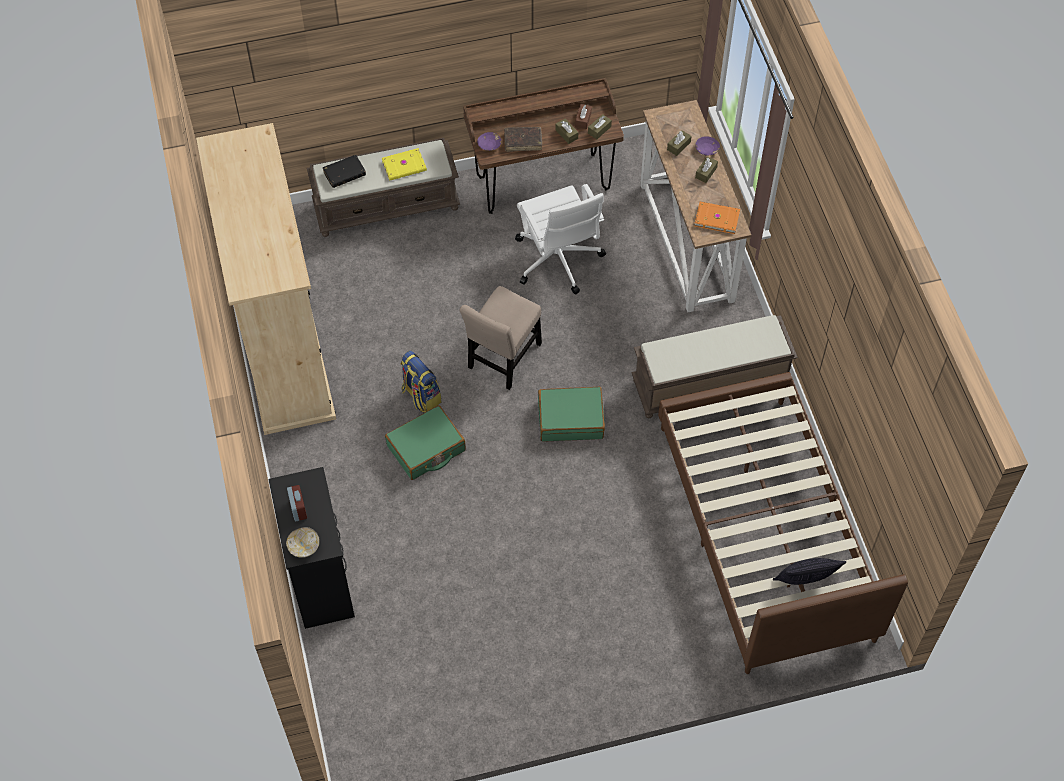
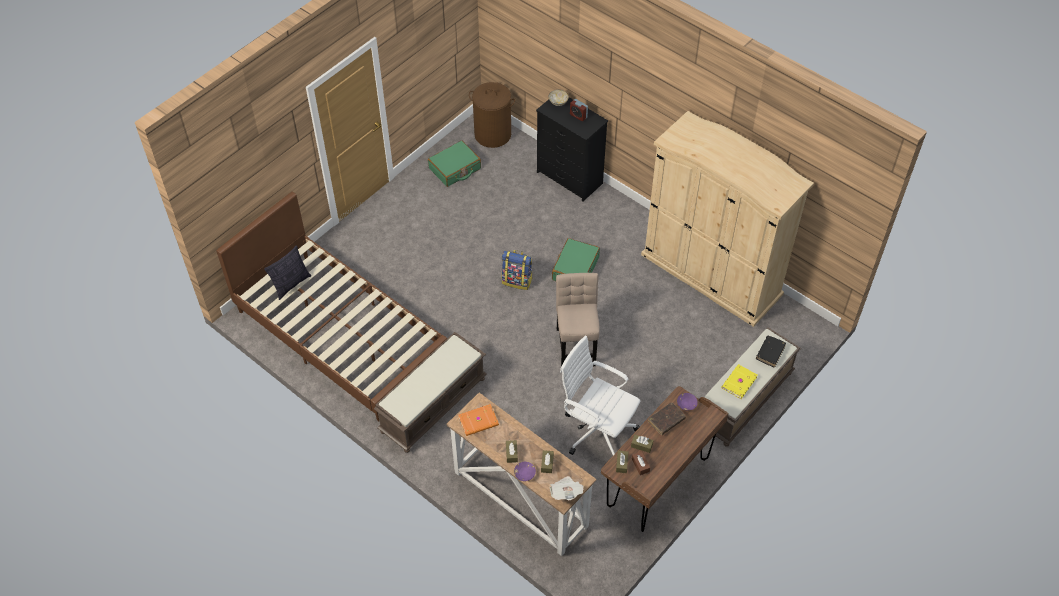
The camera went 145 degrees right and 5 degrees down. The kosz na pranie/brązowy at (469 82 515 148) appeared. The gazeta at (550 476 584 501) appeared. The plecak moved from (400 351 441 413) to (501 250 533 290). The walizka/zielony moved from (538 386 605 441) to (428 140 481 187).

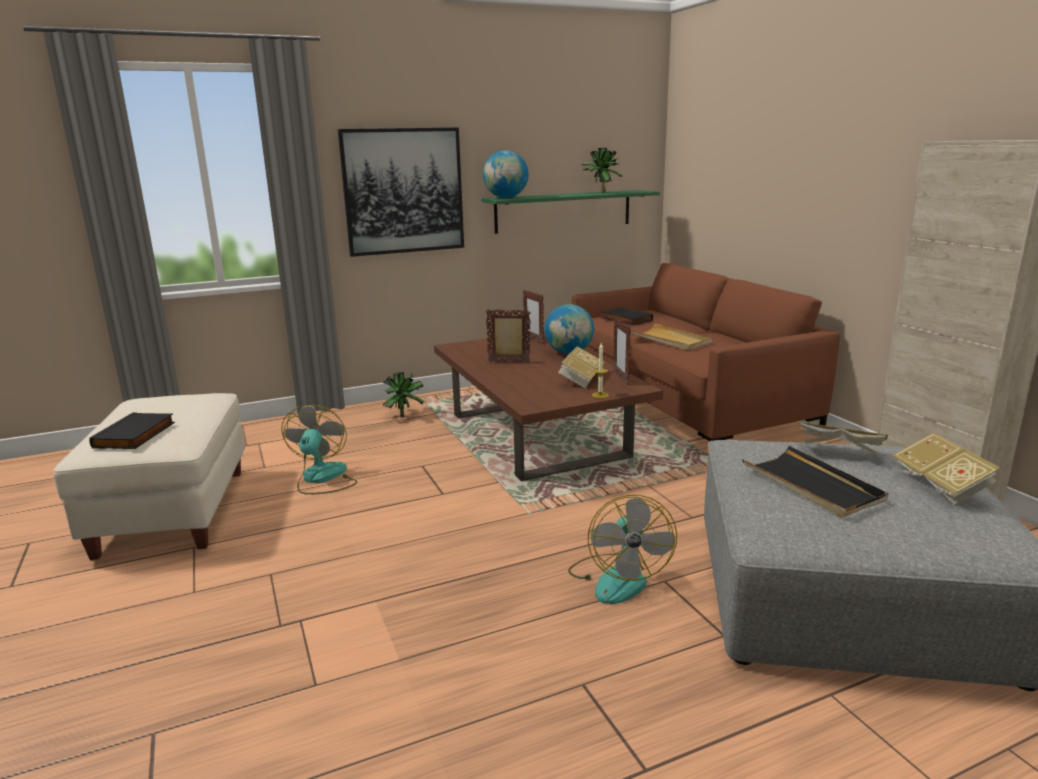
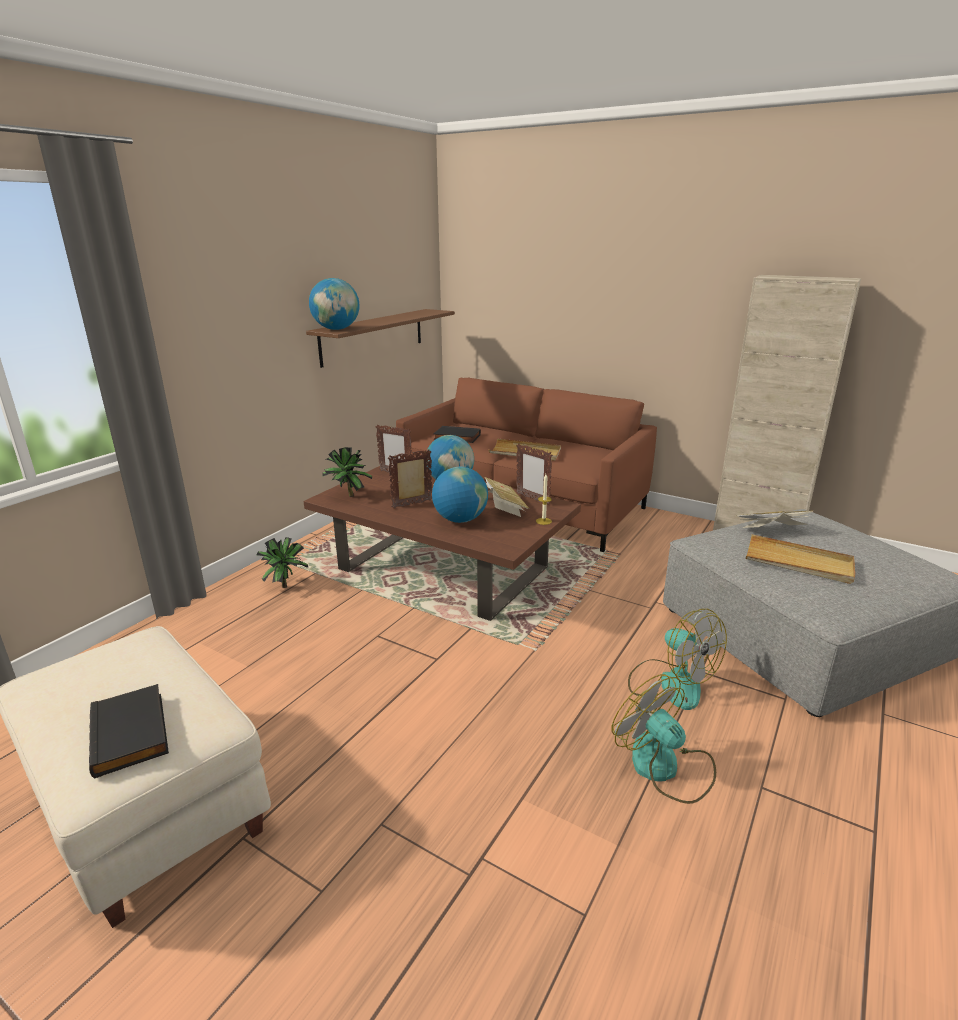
The camera went 35 degrees left and 5 degrees up. The obraz at (338 128 464 257) disappeared. The książka at (892 432 1001 505) disappeared. The globus at (432 467 488 523) appeared. The wentylator moved from (281 405 357 495) to (612 674 716 804). The roślina doniczkowa moved from (582 148 623 193) to (322 447 372 497). The półka/zielony at (481 190 660 234) became the półka/brązowy at (306 309 455 368). The taca/czarny at (742 446 889 517) became the taca/beżowy at (746 534 855 584).

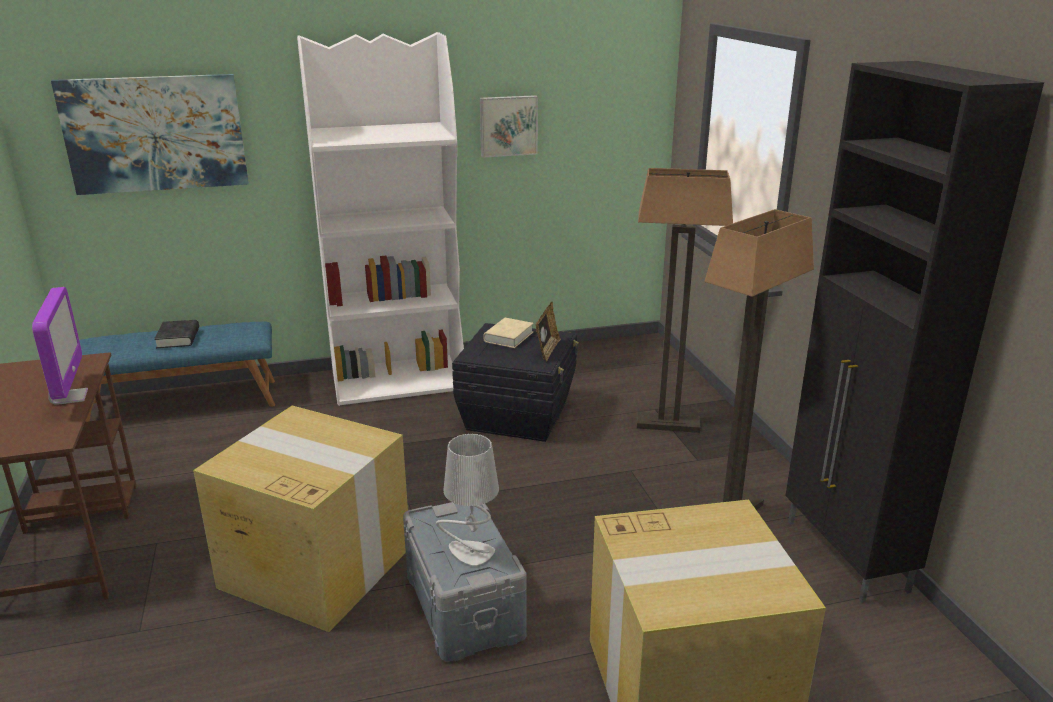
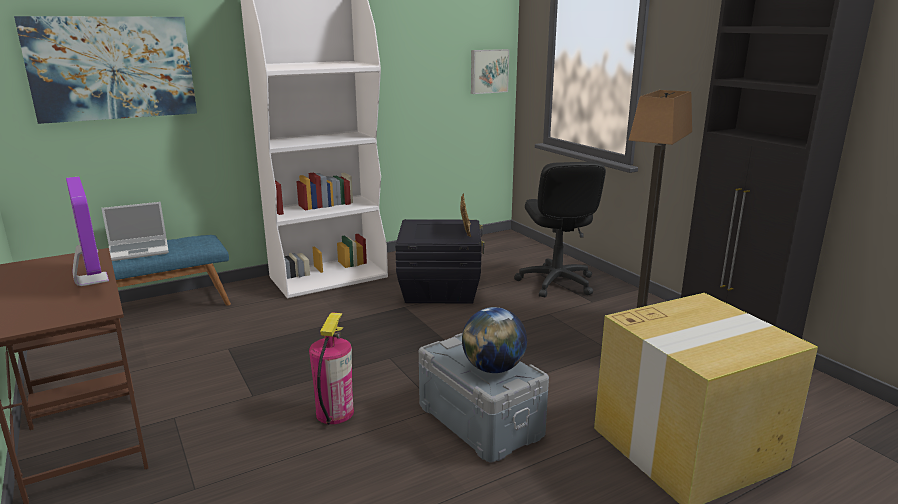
The camera went 15 degrees left and 5 degrees down. The książka/beżowy at (483 318 534 348) disappeared. The obraz moved from (480 95 538 158) to (471 49 509 94). The książka/czarny at (154 320 199 348) was replaced by the laptop at (102 202 169 261). The karton at (193 406 408 632) was replaced by the gaśnica at (309 312 354 425). The lampa stołowa/szary at (436 434 499 566) was replaced by the globus at (462 307 527 373). The lampa stojąca at (637 168 733 433) was replaced by the krzesło biurowe/czarny at (514 162 606 297).

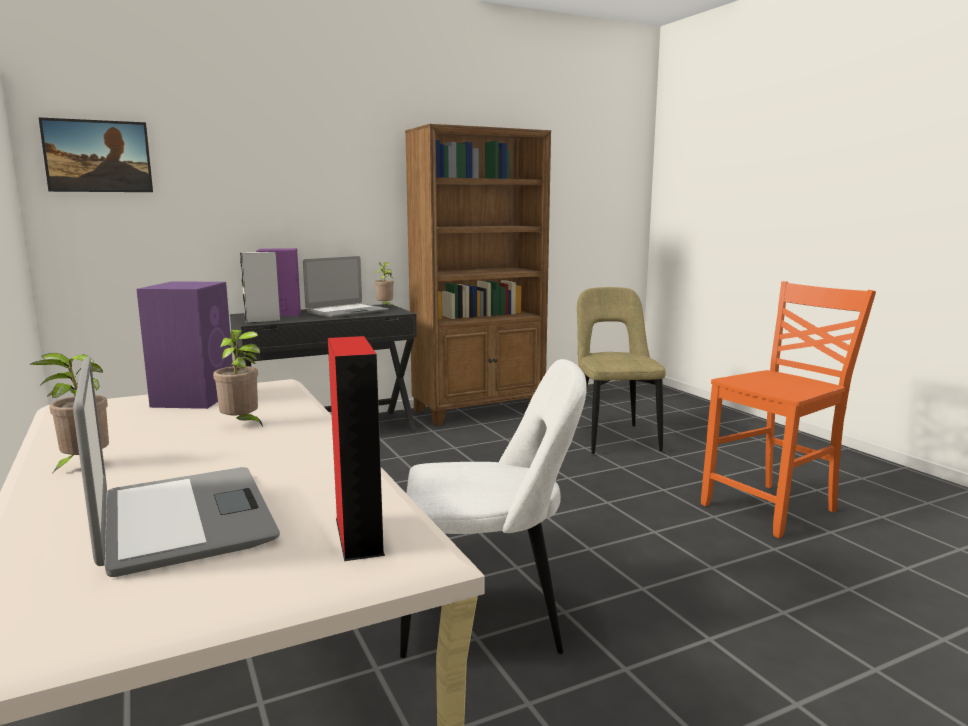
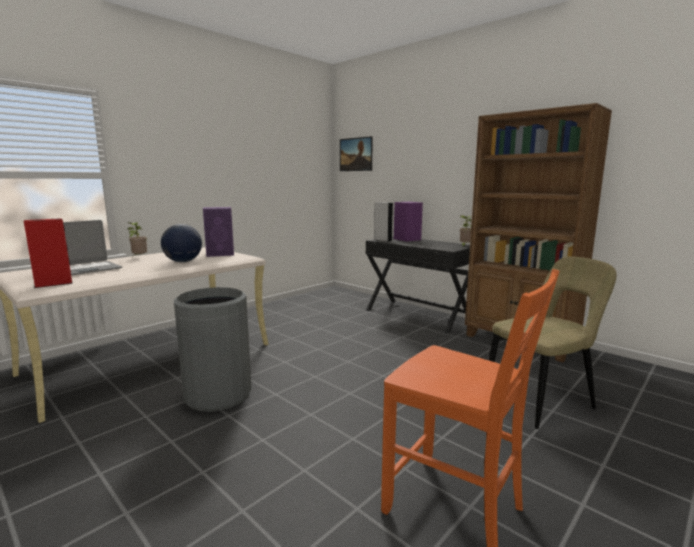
The camera went 70 degrees right and 0 degrees up. The laptop at (303 256 389 318) disappeared. The roślina doniczkowa at (213 329 263 427) was replaced by the globus at (161 224 202 262). The krzesło/biały at (400 359 587 658) was replaced by the kosz na śmieci/szary at (174 287 251 412).

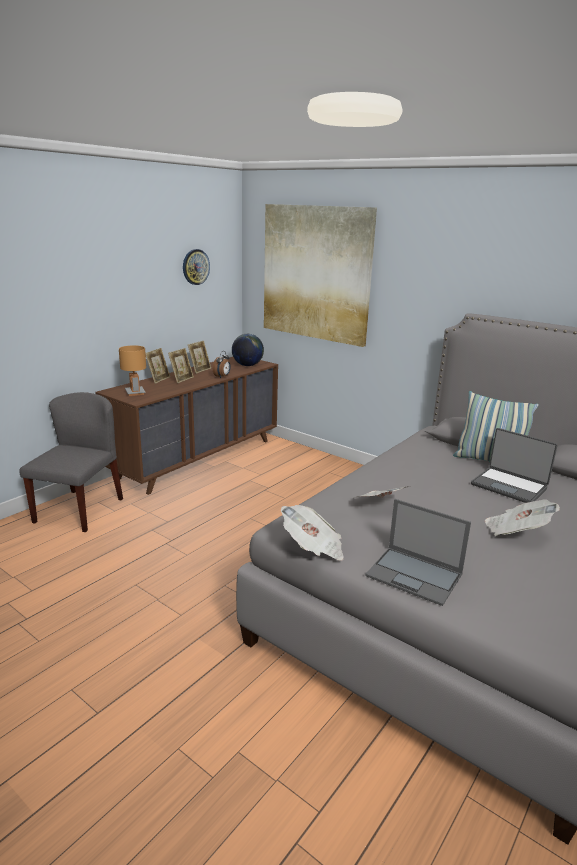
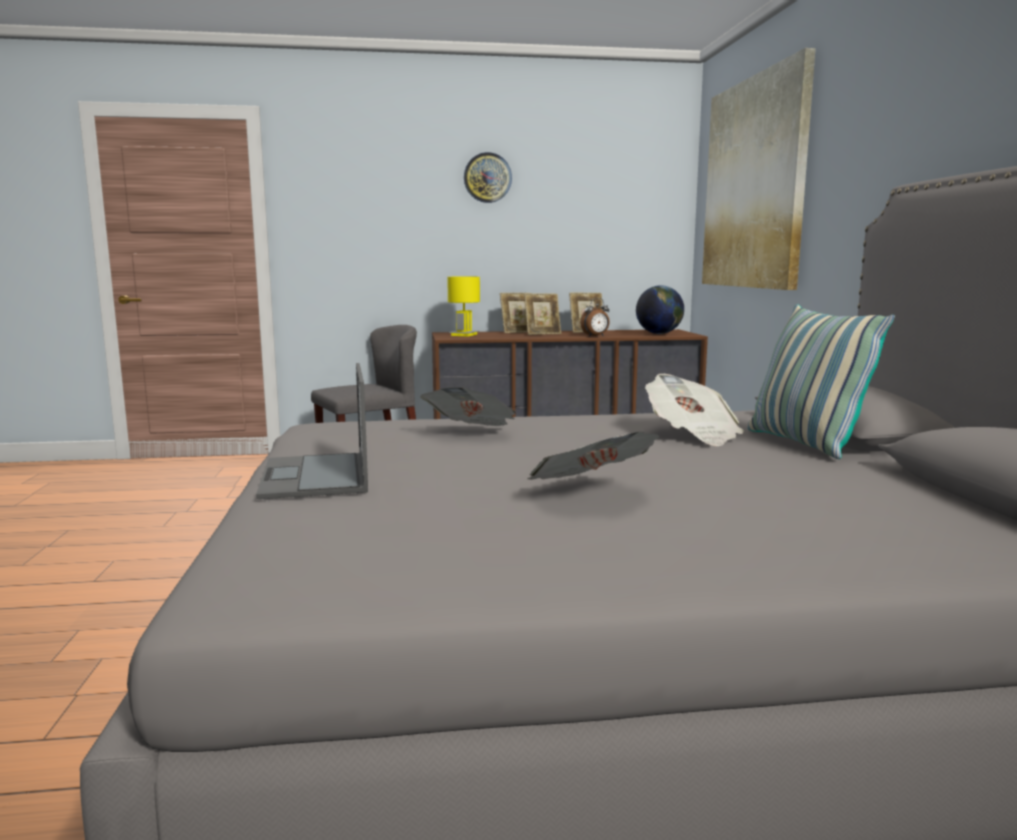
The camera went 45 degrees right and 10 degrees down. The laptop at (471 428 558 503) disappeared. The zegar ścienny moved from (183 249 210 285) to (464 152 512 203). The gazeta moved from (281 505 344 561) to (645 374 744 446). The lampa stołowa/brązowy at (119 345 146 396) became the lampa stołowa/żółty at (447 276 480 336).

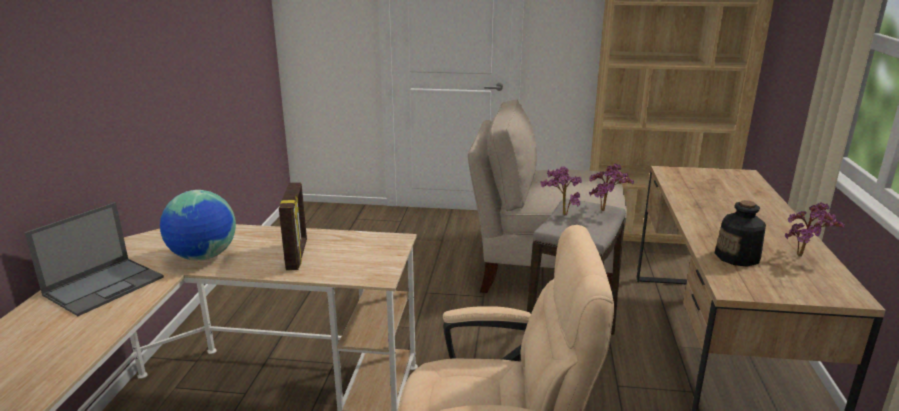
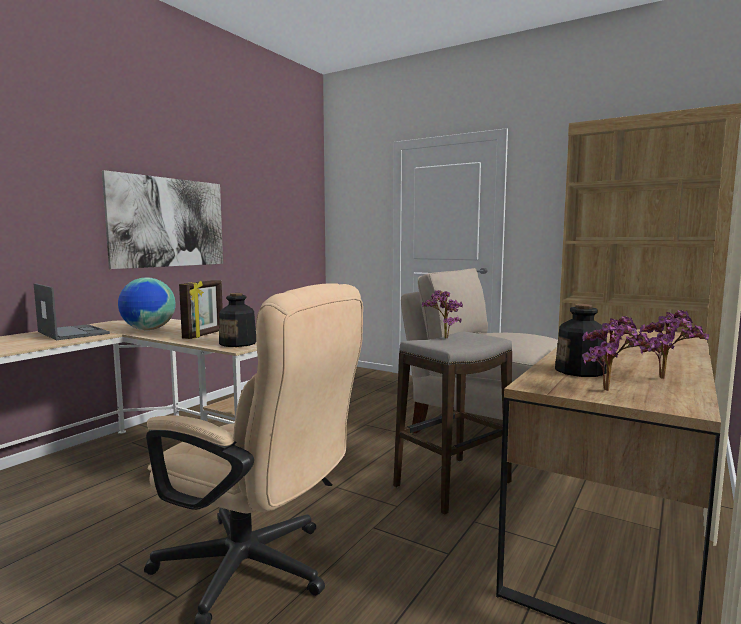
The camera went 25 degrees right and 15 degrees down. The obraz at (102 170 223 269) appeared. The butelka at (219 293 256 347) appeared. The roślina doniczkowa moved from (589 163 634 211) to (582 316 655 391). The laptop at (24 202 164 316) turned 105 degrees counterclockwise.

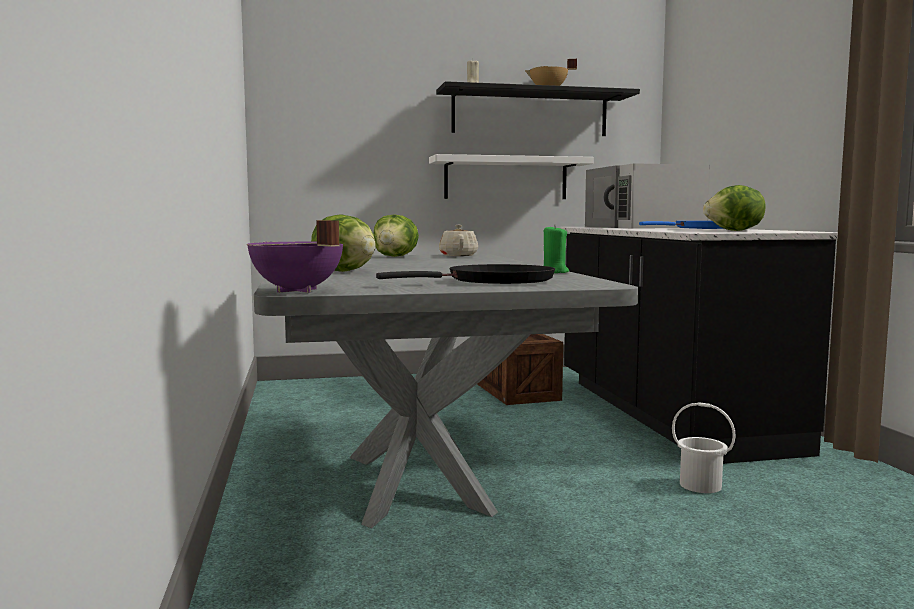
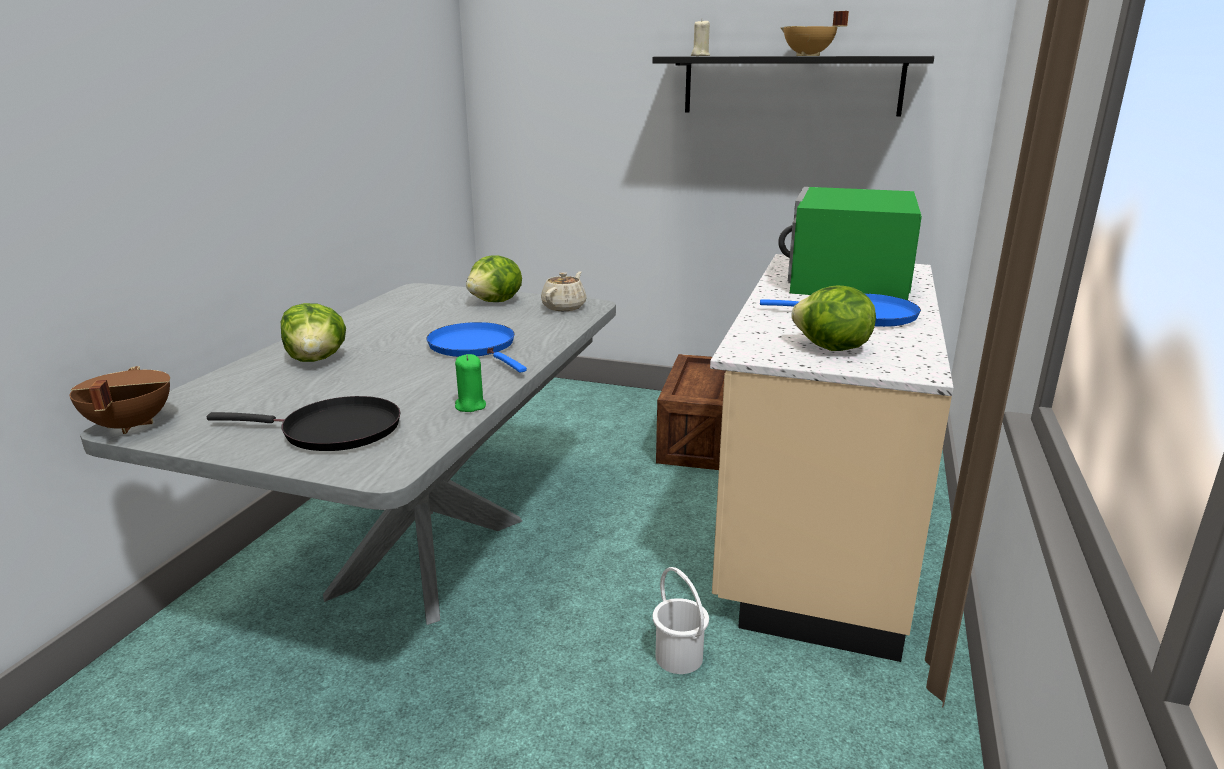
The camera went 30 degrees right and 15 degrees up. The półka/biały at (429 154 594 199) disappeared. The patelnia/niebieski at (426 322 527 373) appeared. The garnek/fioletowy at (247 220 343 293) became the garnek/brązowy at (69 366 170 434). The zabudowa kuchenna/czarny at (559 227 838 464) became the zabudowa kuchenna/beżowy at (710 254 954 662). The mikrofalówka/biały at (585 163 710 228) became the mikrofalówka/zielony at (778 187 922 300).

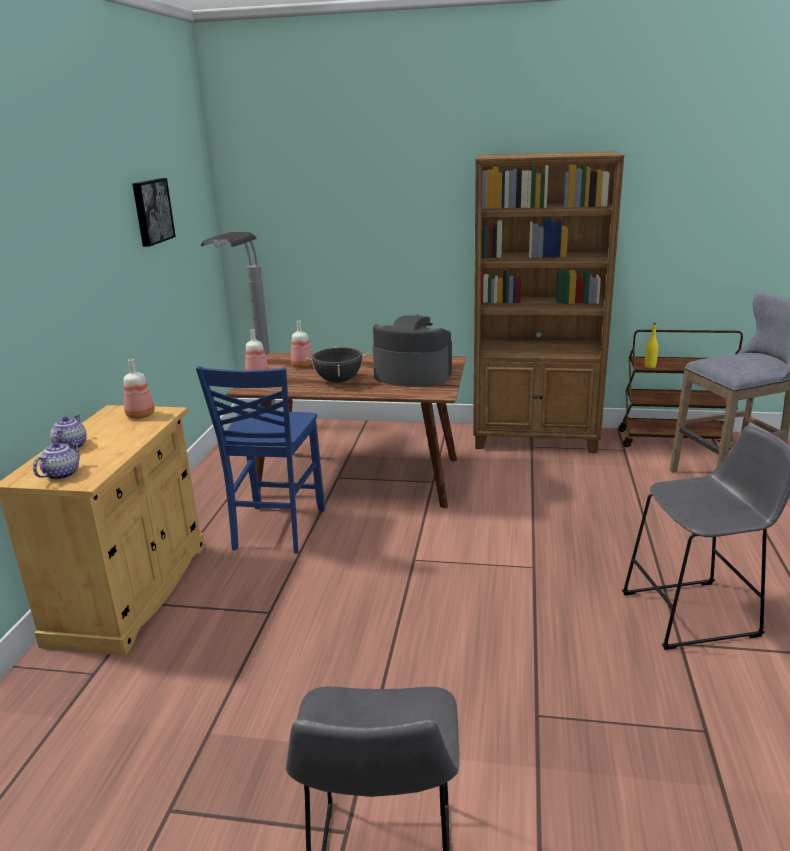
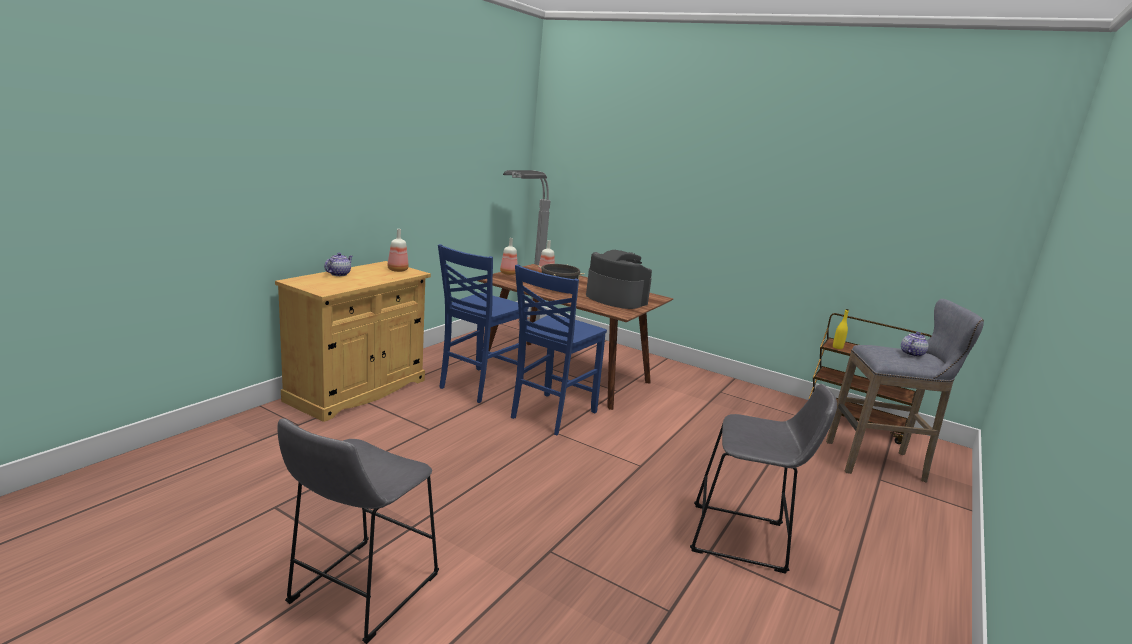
The camera went 20 degrees right and 5 degrees down. The obraz at (132 178 176 247) disappeared. The regał/brązowy at (473 151 624 453) disappeared. The krzesło/niebieski at (511 264 607 435) appeared. The imbryk moved from (33 440 81 480) to (901 332 928 357).

